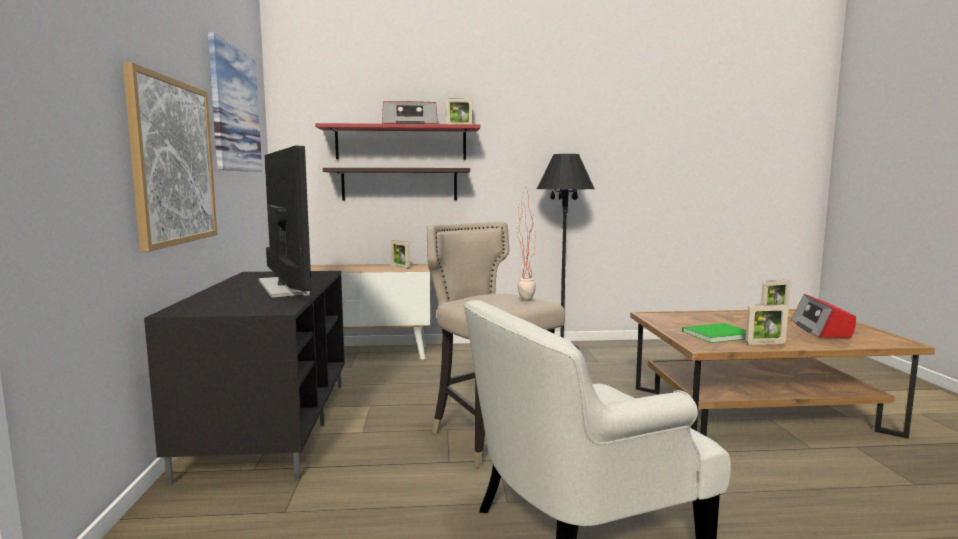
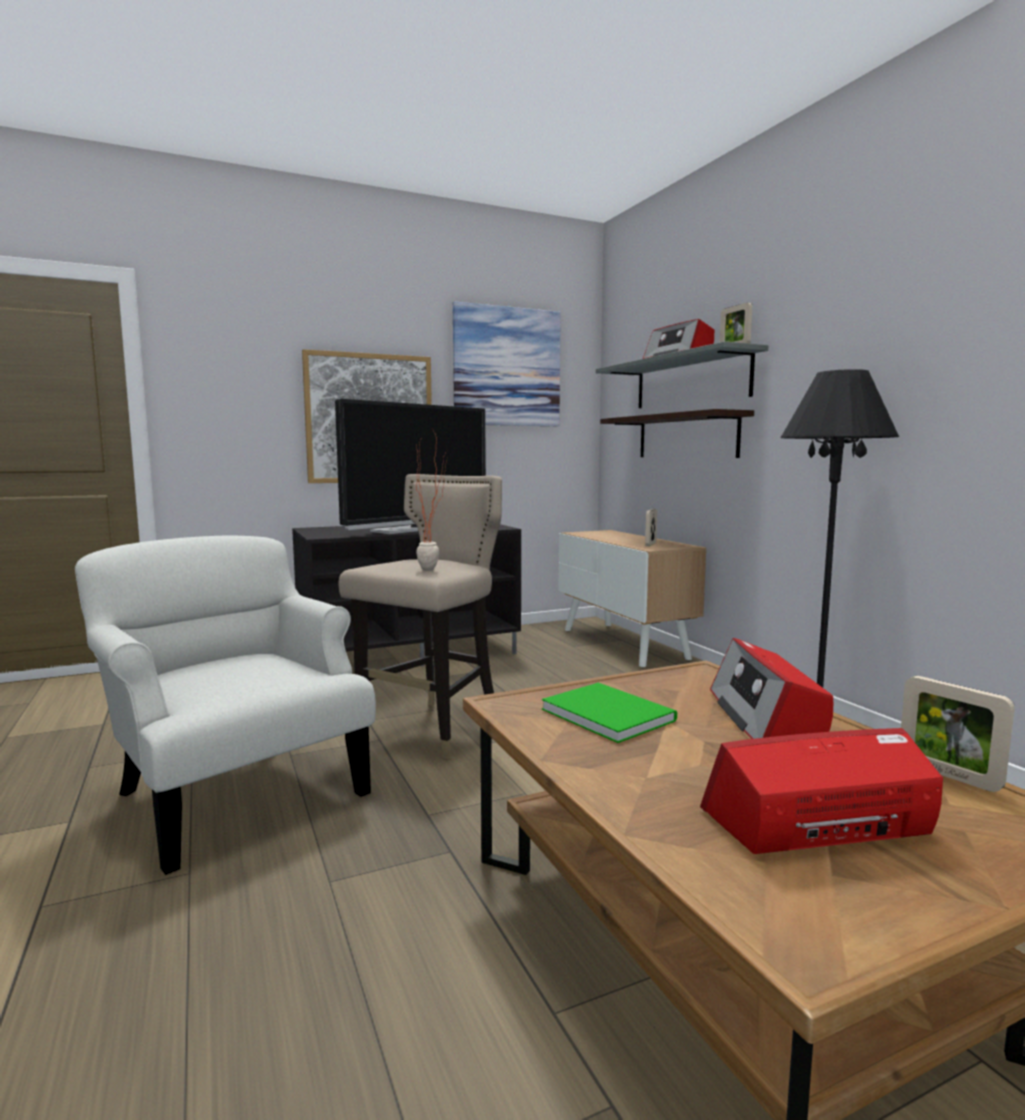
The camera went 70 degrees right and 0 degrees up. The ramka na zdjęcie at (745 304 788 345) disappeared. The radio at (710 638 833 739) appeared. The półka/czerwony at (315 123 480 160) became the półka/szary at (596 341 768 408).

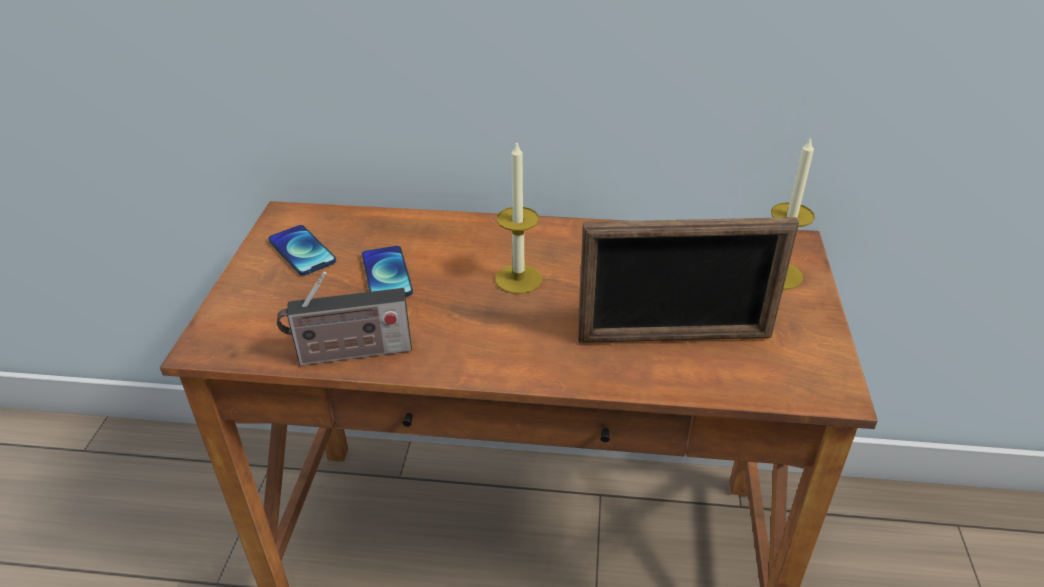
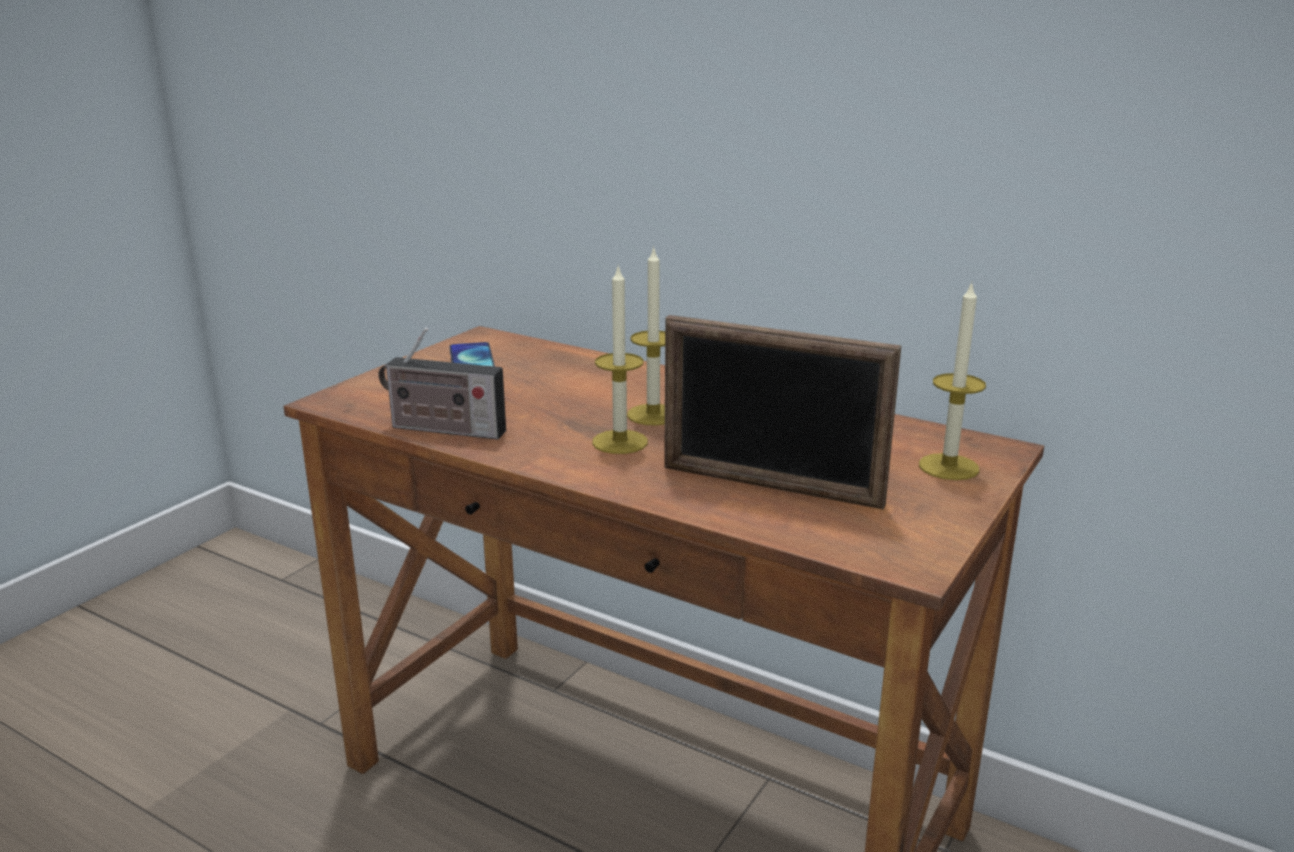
The camera went 25 degrees right and 15 degrees down. The telefon at (362 246 413 296) disappeared. The świeca at (592 264 648 454) appeared.

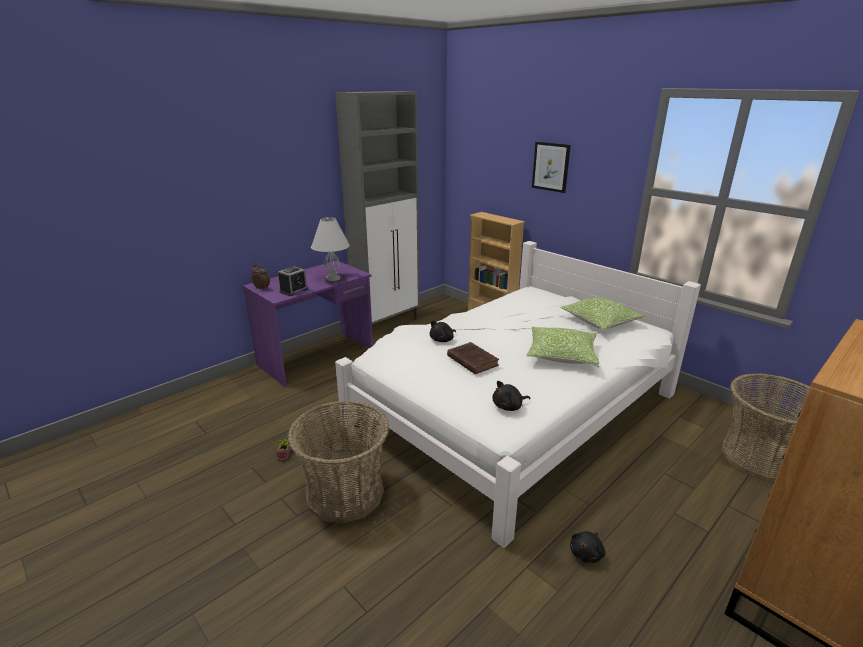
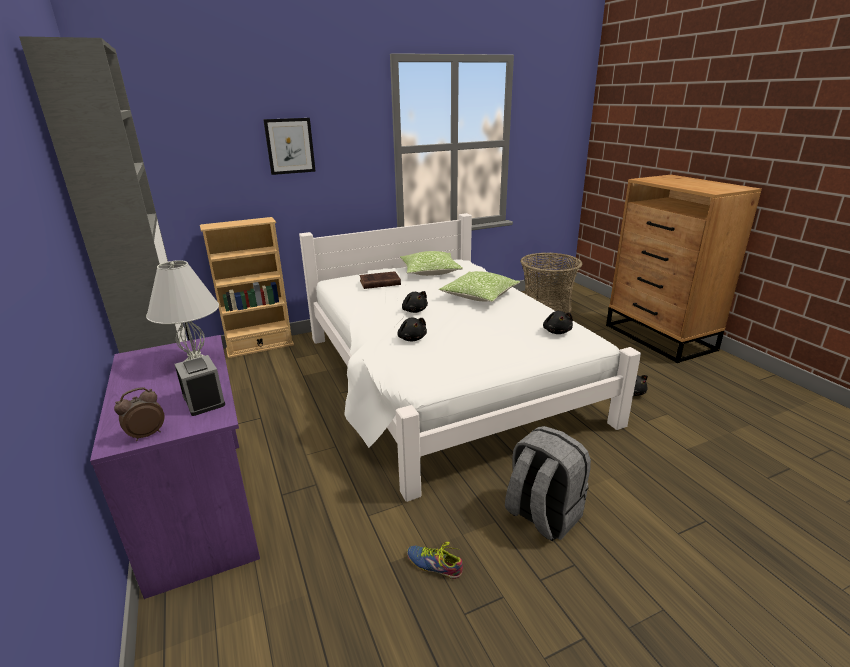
The camera went 70 degrees left and 0 degrees up. The pluszak/czarny at (402 291 428 313) appeared. The książka/brązowy moved from (447 342 499 374) to (360 271 401 289). The koszyk at (288 401 389 524) was replaced by the plecak/szary at (505 426 591 542).

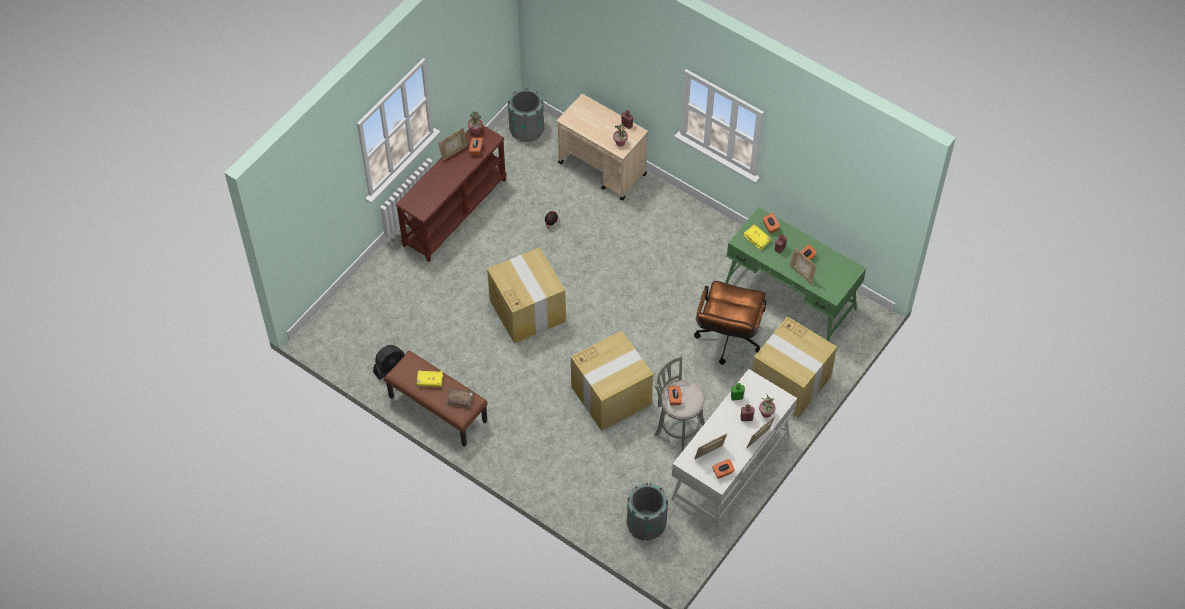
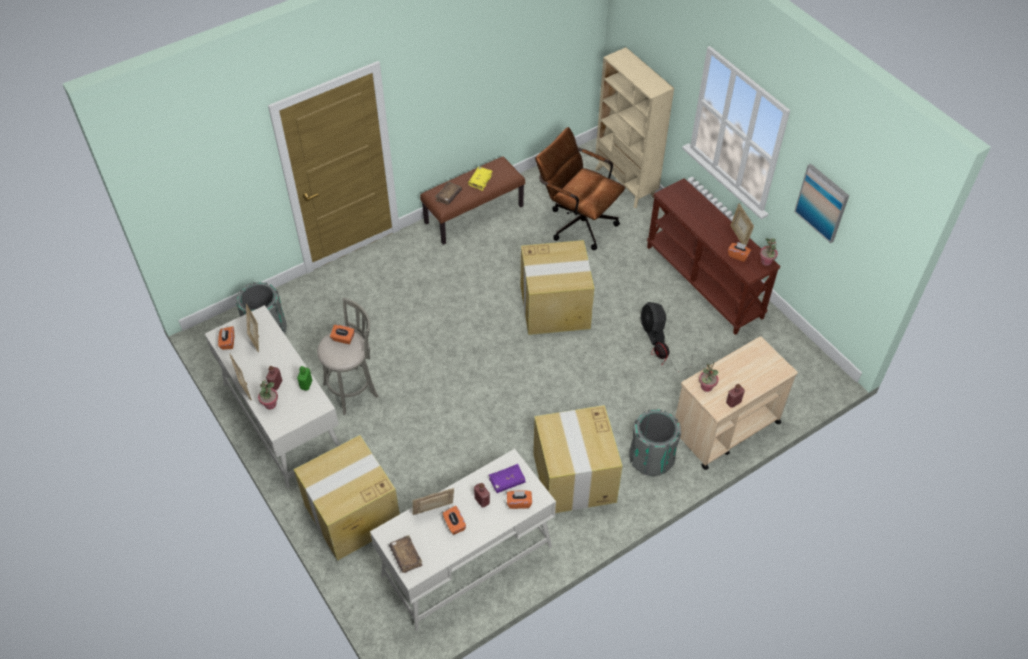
The camera went 110 degrees right and 5 degrees down. The książka/brązowy at (389 535 423 573) appeared. The regał/beżowy at (595 47 674 208) appeared. The obraz at (794 164 849 243) appeared. The wentylator/czarny moved from (373 345 405 380) to (641 302 666 345). The kosz na śmieci/szary moved from (508 88 544 142) to (629 409 681 476). The karton moved from (571 331 653 431) to (533 405 622 513). The krzesło biurowe/brązowy moved from (694 281 766 365) to (535 127 625 250). The biurko/zielony at (725 207 866 342) became the biurko/biały at (370 449 556 631). The książka/żółty at (744 224 771 250) became the książka/fioletowy at (489 464 526 493).

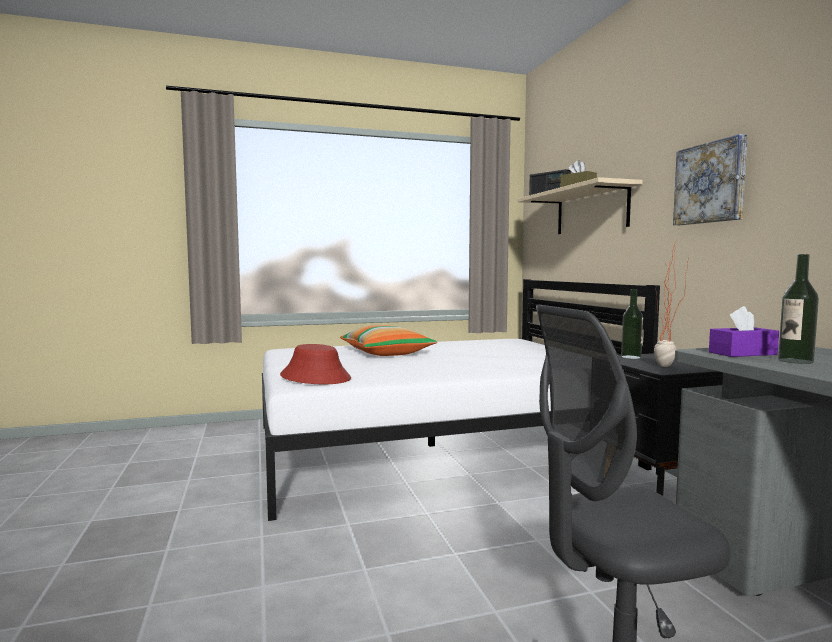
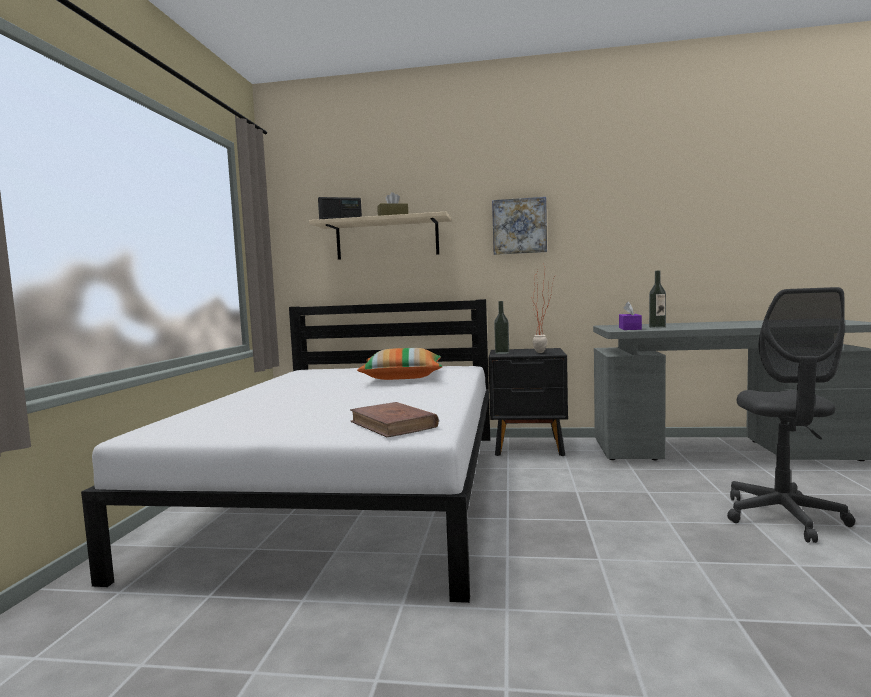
The camera went 65 degrees left and 0 degrees up. The poduszka moved from (340 325 437 356) to (357 348 443 380). The kapelusz/czerwony at (280 344 351 384) was replaced by the książka/brązowy at (350 402 439 437).

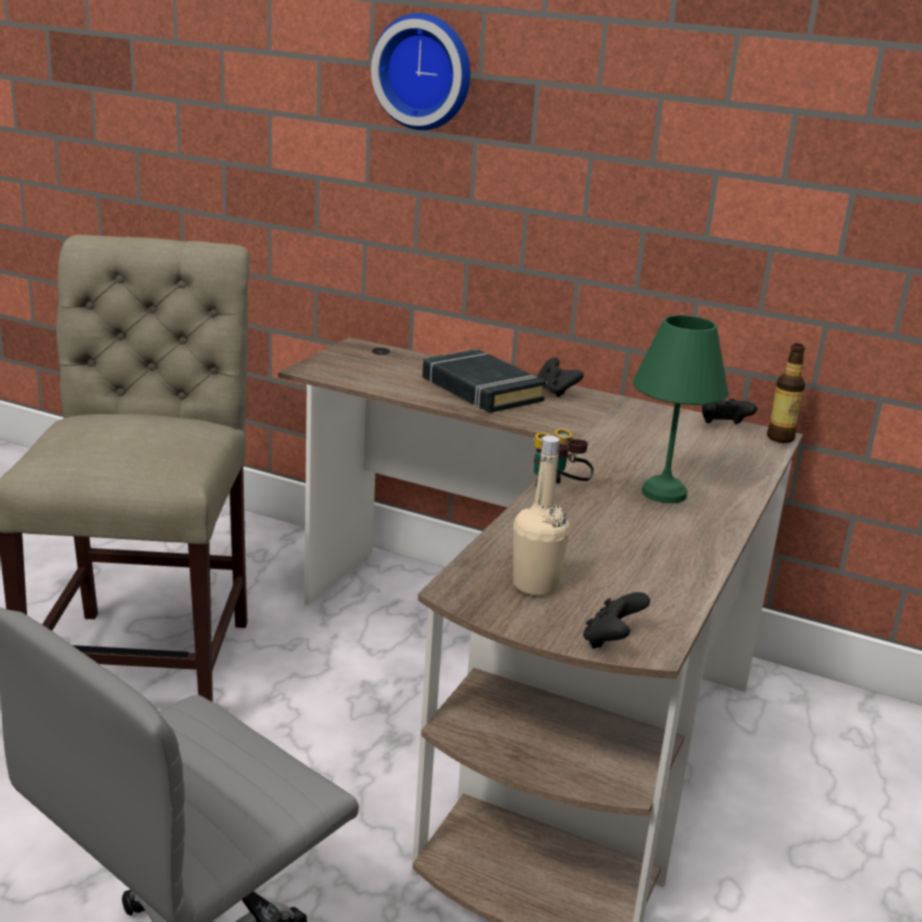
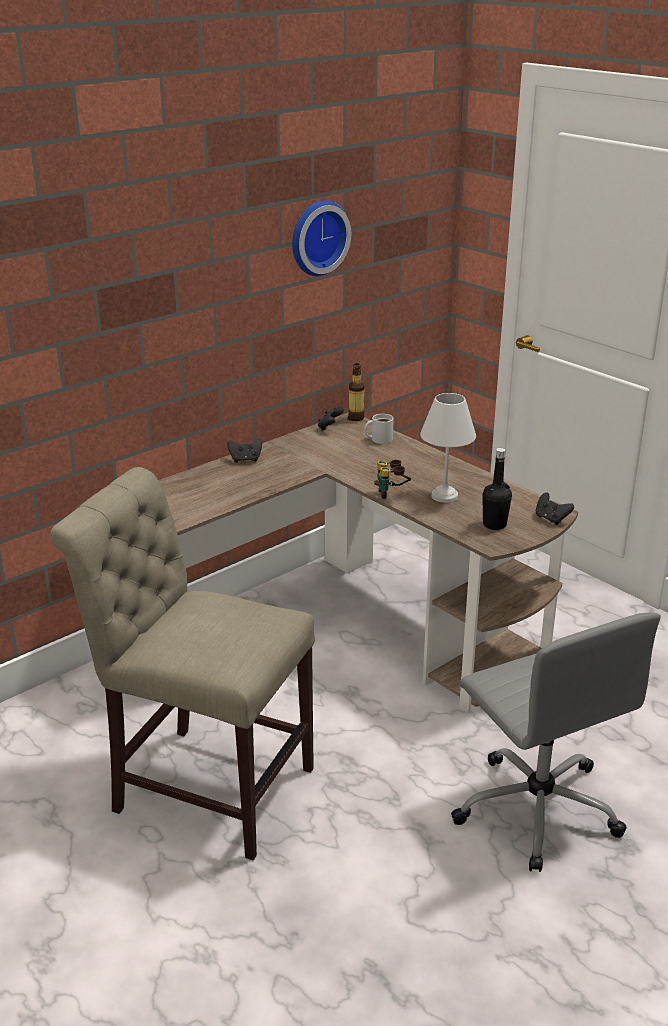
The camera went 65 degrees left and 5 degrees up. The książka/czarny at (422 349 546 413) disappeared. The lampa stołowa/zielony at (633 315 728 503) disappeared. The kubek/biały at (364 414 394 444) appeared. The lampa stołowa/biały at (420 393 476 503) appeared. The zegar ścienny moved from (371 13 470 130) to (292 200 351 276). The butelka/beżowy at (513 436 570 596) became the butelka/czarny at (482 448 512 530).

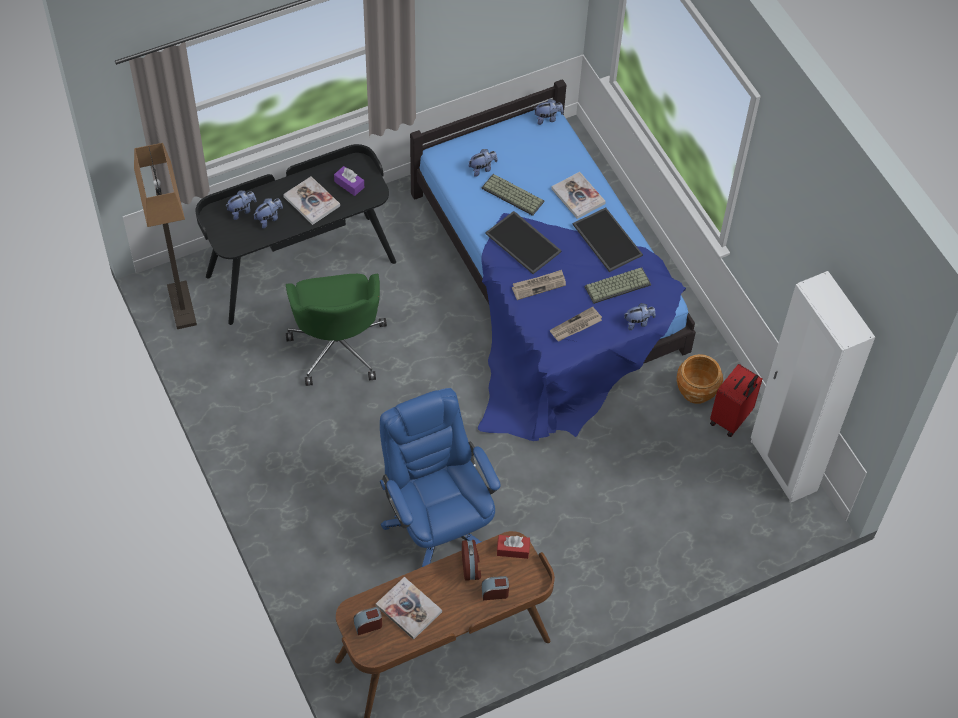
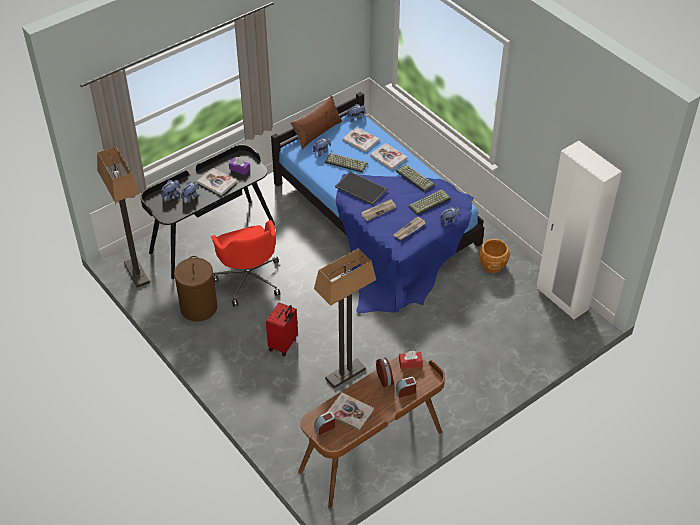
The camera went 10 degrees left and 10 degrees down. The kosz na pranie/brązowy at (174 256 217 321) appeared. The poduszka/brązowy at (291 95 343 149) appeared. The książka at (343 127 379 153) appeared. The walizka/czerwony moved from (710 364 763 437) to (266 302 298 356). The krzesło biurowe/niebieski at (380 388 501 568) was replaced by the lampa stojąca at (314 248 376 388). The taca at (573 208 643 272) was replaced by the klawiatura at (396 164 435 192). The krzesło biurowe/zielony at (286 274 387 386) became the krzesło biurowe/czerwony at (211 220 280 306).

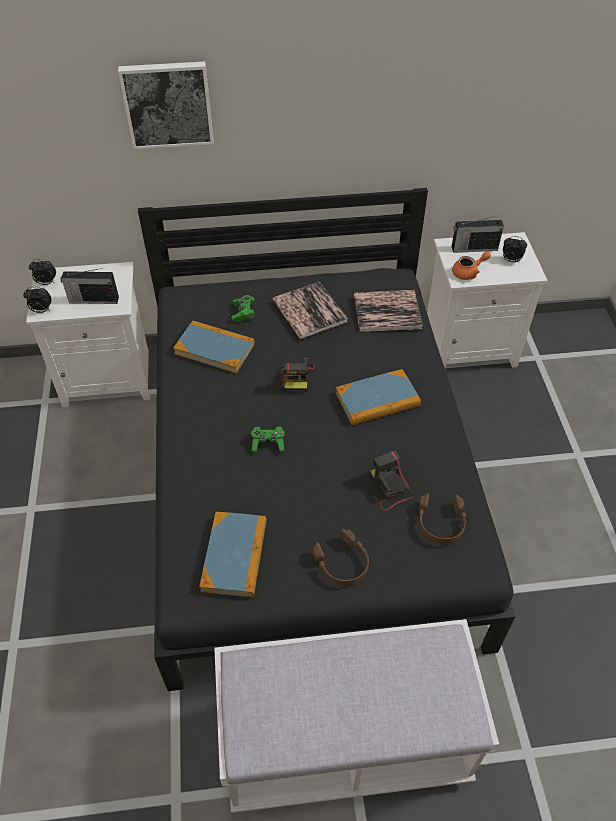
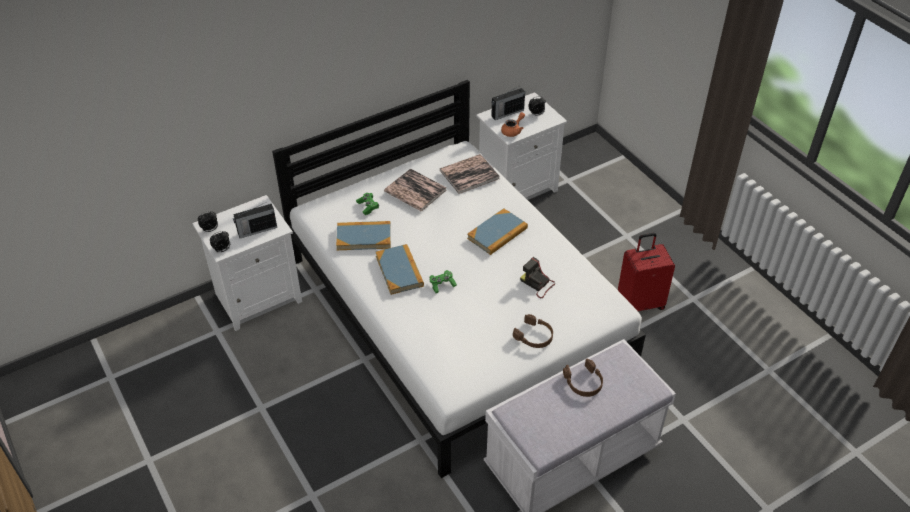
The camera went 25 degrees left and 5 degrees down. The obraz at (118 61 214 149) disappeared. The aparat fotograficzny at (282 358 315 392) disappeared. The walizka/czerwony at (618 233 675 311) appeared. The książka moved from (199 512 267 597) to (376 244 424 295). The słuchawki/brązowy moved from (418 493 466 544) to (563 359 603 397). The łóżko/czarny at (138 188 516 691) became the łóżko/biały at (272 80 646 478).

